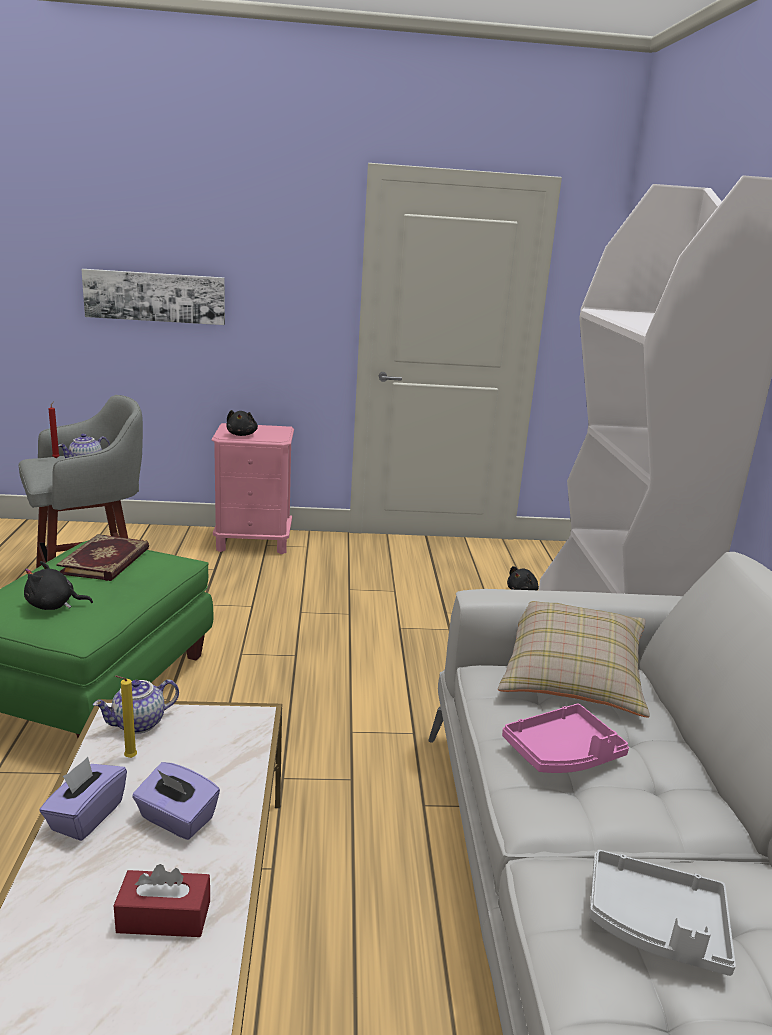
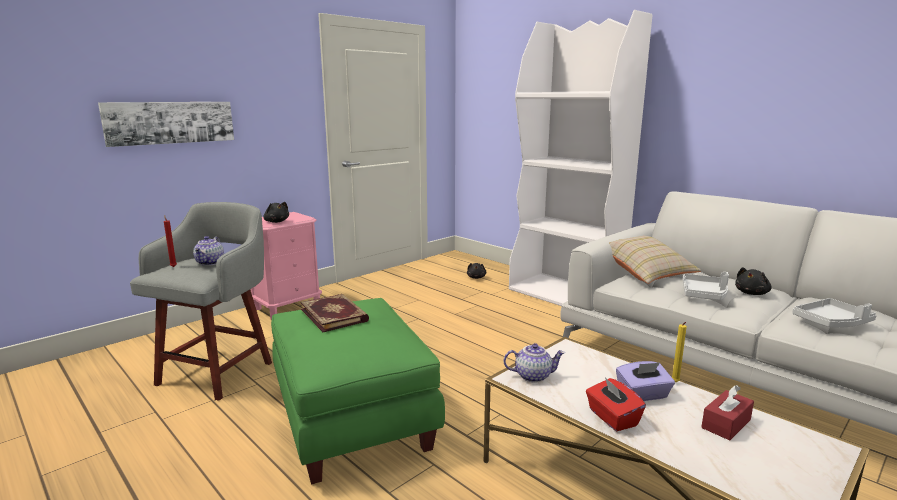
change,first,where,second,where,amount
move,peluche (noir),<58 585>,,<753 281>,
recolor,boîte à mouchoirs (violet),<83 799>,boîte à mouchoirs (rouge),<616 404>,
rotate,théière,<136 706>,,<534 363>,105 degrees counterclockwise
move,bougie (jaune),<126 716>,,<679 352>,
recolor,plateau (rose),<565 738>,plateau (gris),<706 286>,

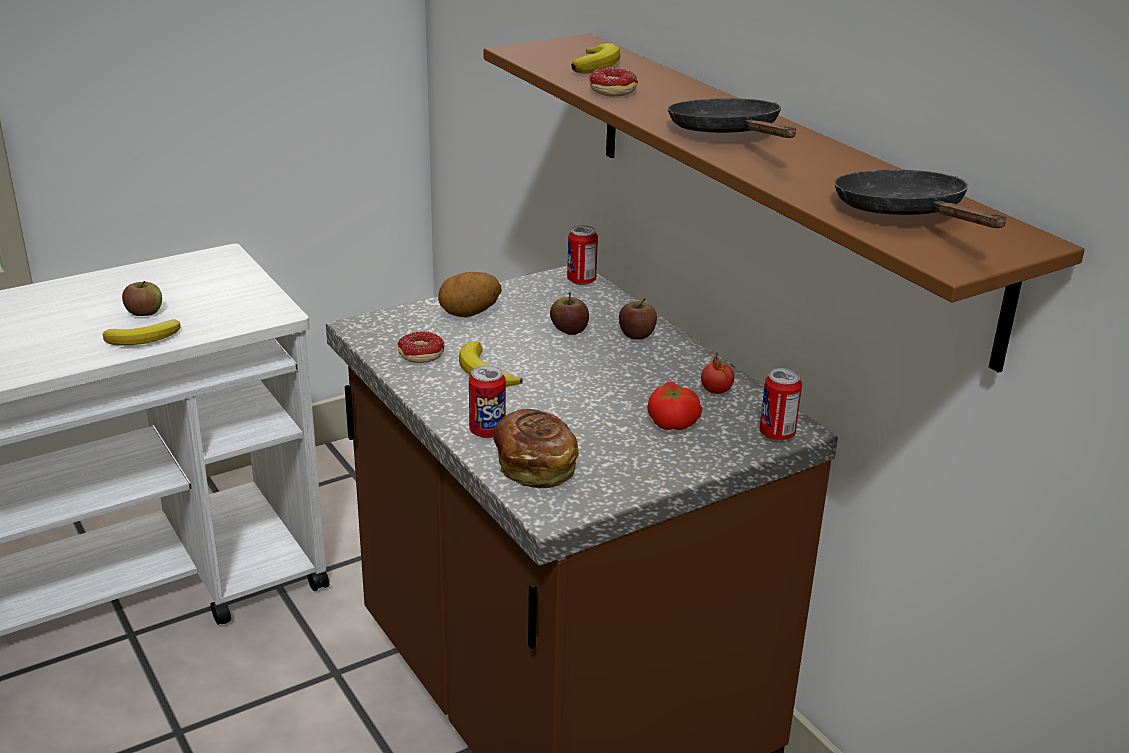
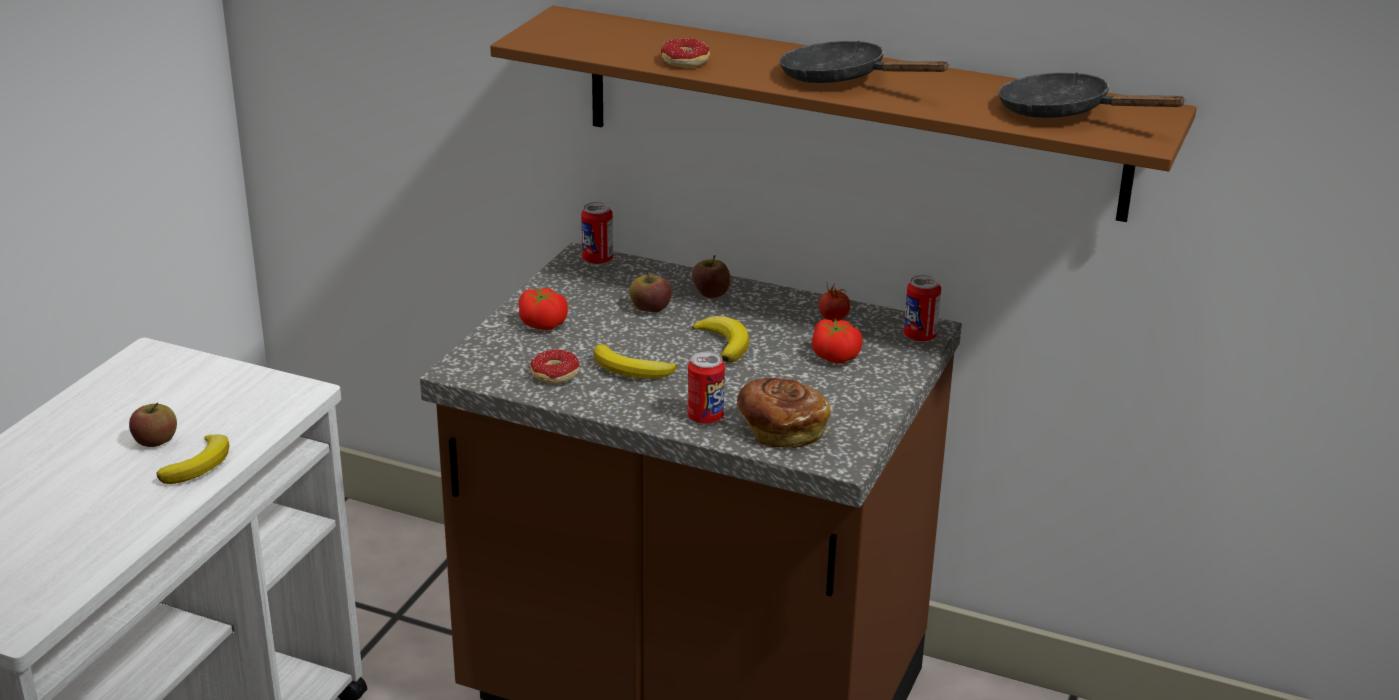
change,first,where,second,where,amount
replace,pomme de terre,<470 294>,tomate,<543 309>,
move,banane,<595 58>,,<720 339>,

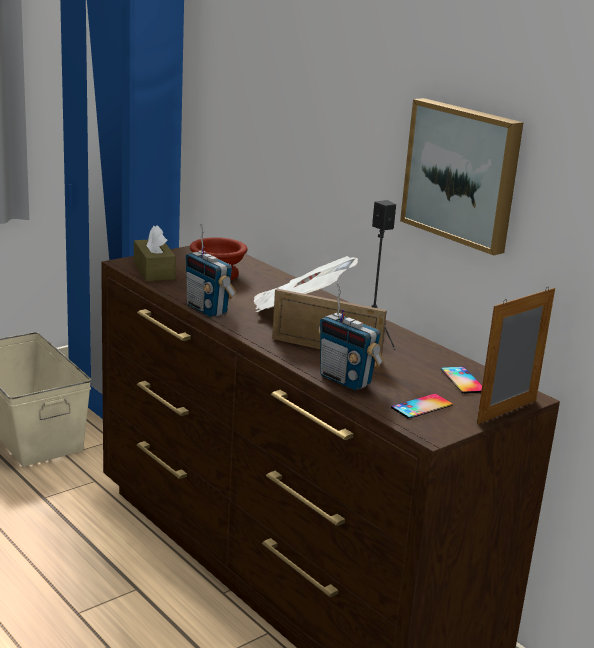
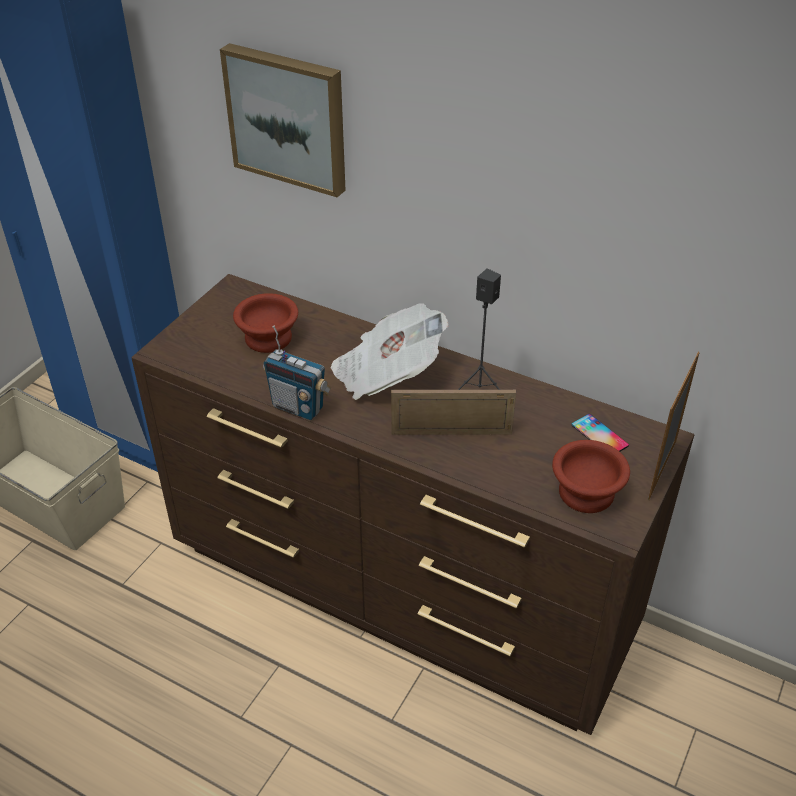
change,first,where,second,where,amount
delete,boîte à mouchoirs (marron),<155 253>,,,
delete,radio,<350 336>,,,
replace,téléphone,<422 406>,bol (marron),<591 476>,
move,tableau,<462 177>,,<283 120>,

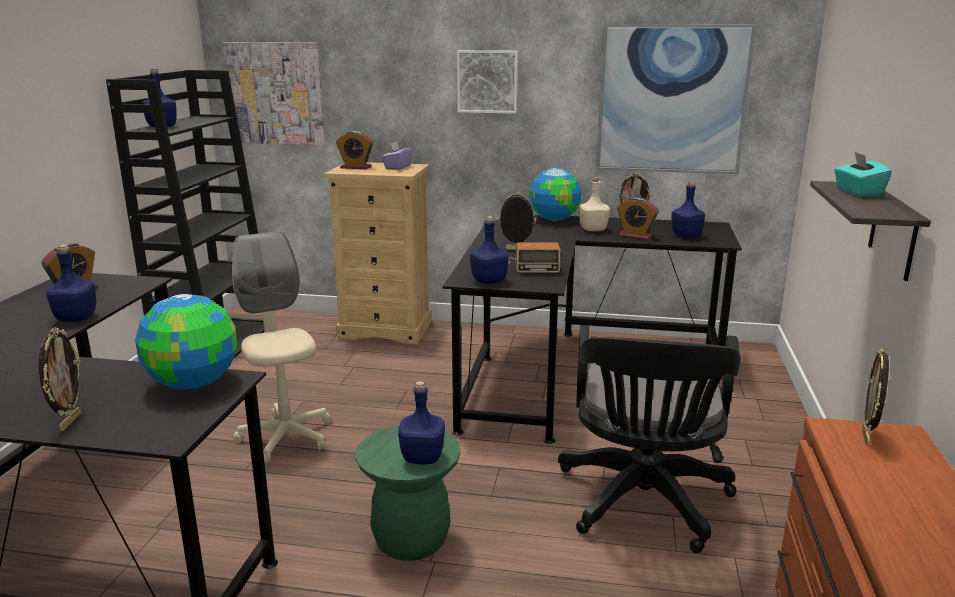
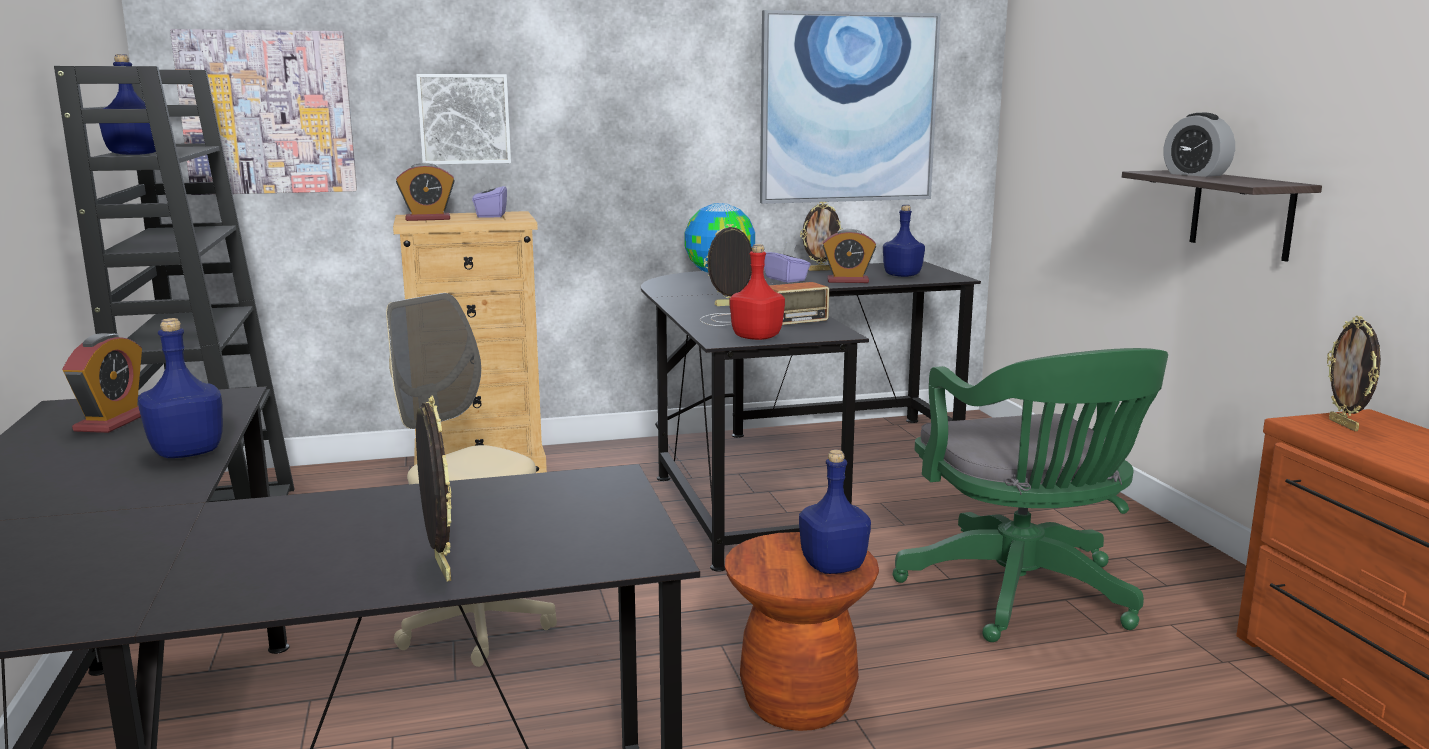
change,first,where,second,where,amount
delete,globe,<186 341>,,,
recolor,tabouret (vert),<407 493>,tabouret (marron),<802 631>,
move,tableau,<487 82>,,<463 119>,
recolor,bouteille (bleu),<489 250>,bouteille (rouge),<757 292>,
recolor,chaise de bureau (noir),<649 439>,chaise de bureau (vert),<1030 495>,
replace,bouteille (beige),<594 204>,boîte à mouchoirs (violet),<787 263>,
replace,boîte à mouchoirs (turquoise),<863 174>,réveil,<1199 145>,

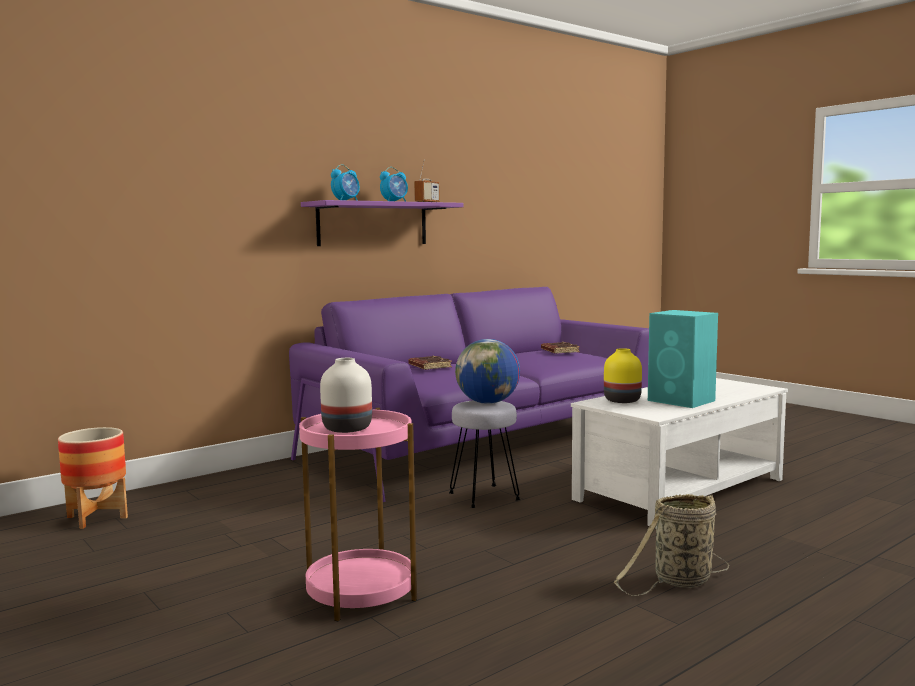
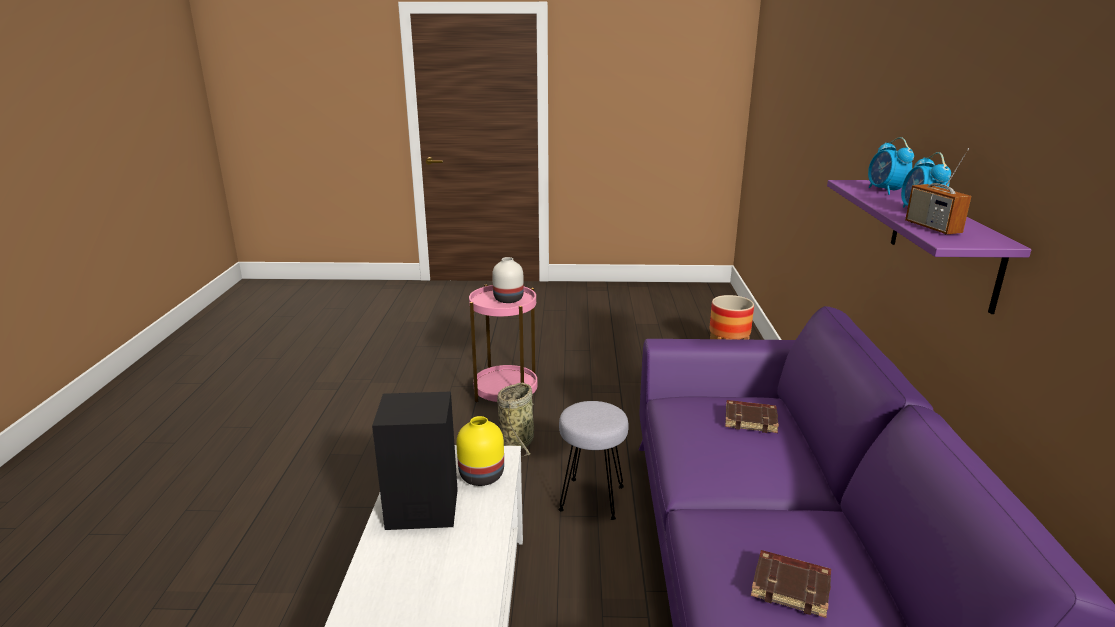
change,first,where,second,where,amount
delete,globe,<487 371>,,,
move,panier,<671 545>,,<515 420>,
recolor,enceinte (turquoise),<683 359>,enceinte (noir),<415 461>,

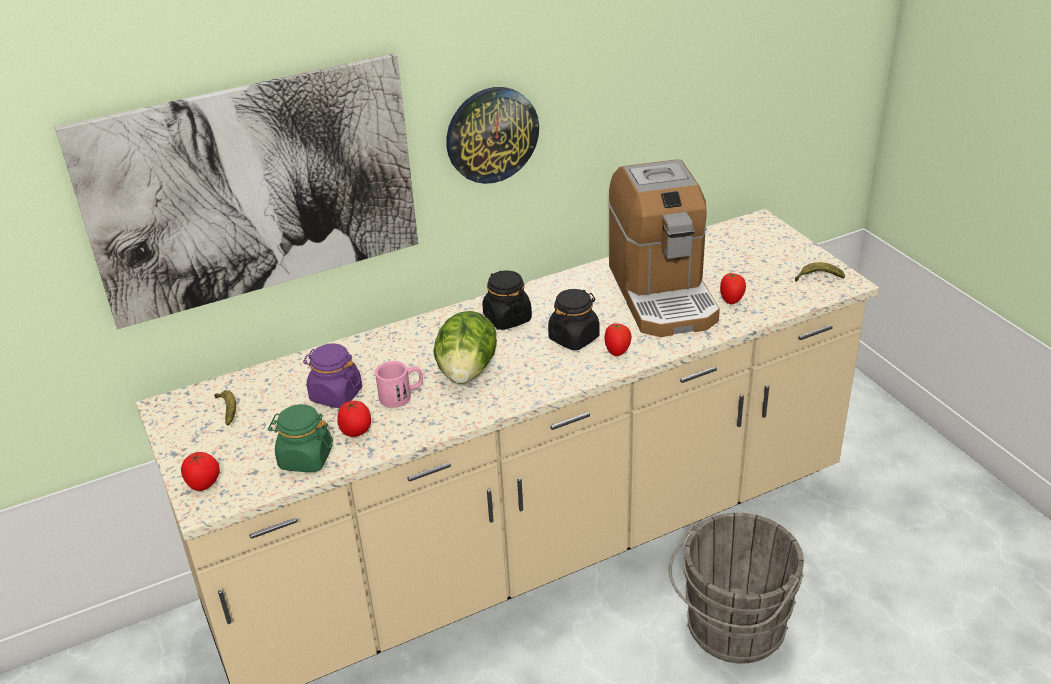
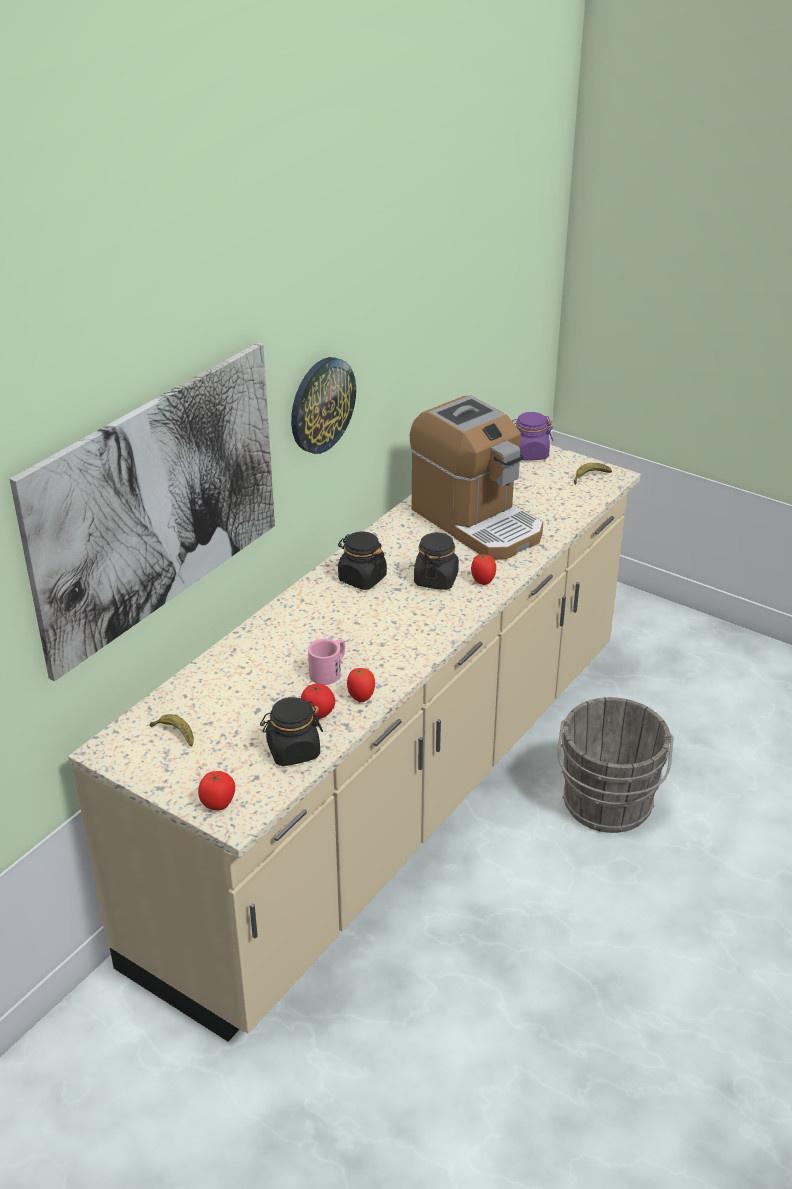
change,first,where,second,where,amount
recolor,bocal (vert),<300 438>,bocal (noir),<291 731>,
move,bocal (violet),<332 376>,,<532 436>,
delete,laitue,<465 347>,,,
move,tomate,<733 288>,,<361 685>,

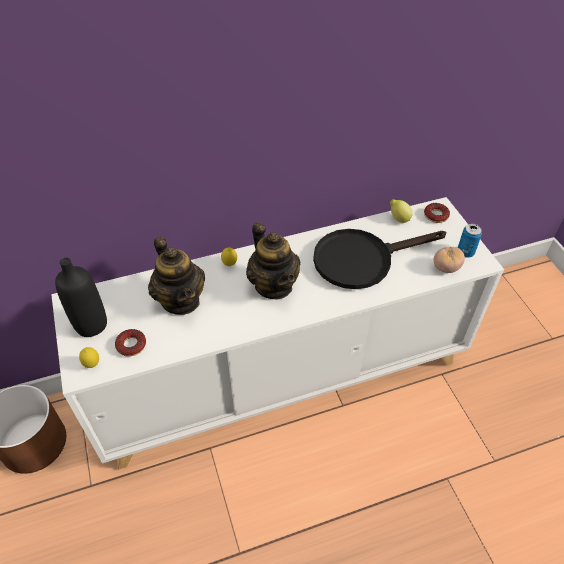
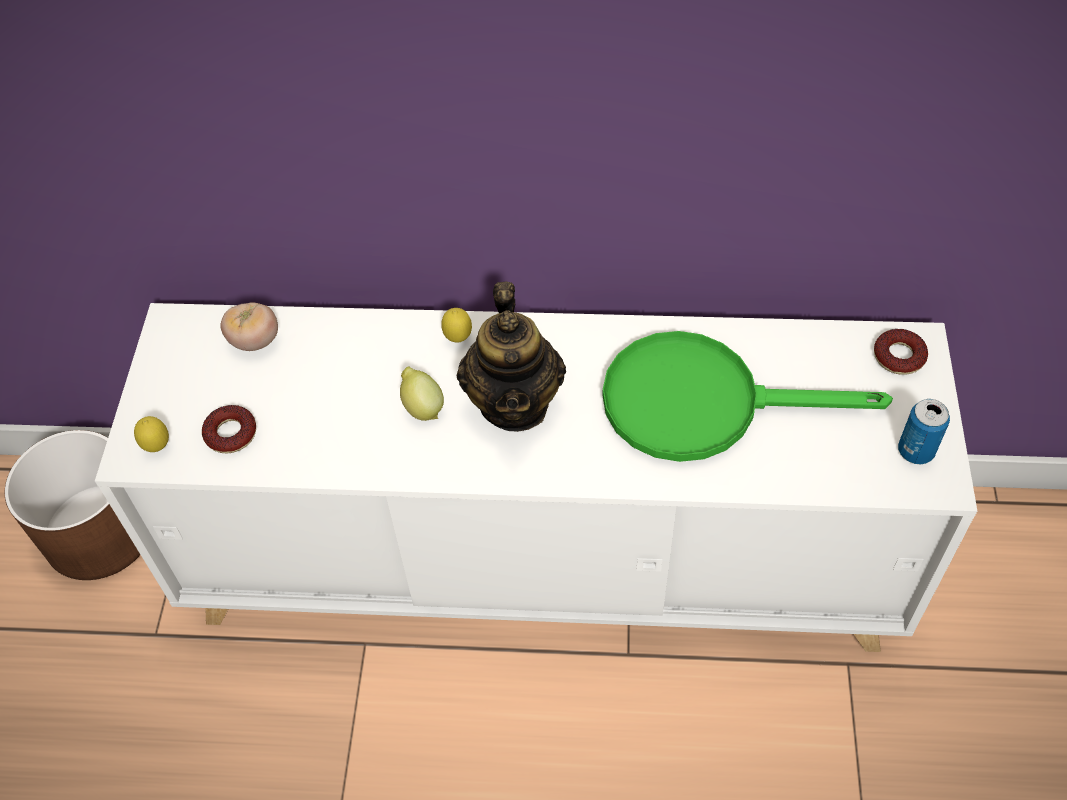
change,first,where,second,where,amount
delete,bouteille (noir),<81 297>,,,
delete,théière,<176 276>,,,
recolor,poêle (noir),<379 259>,poêle (vert),<748 396>,
move,citron,<401 211>,,<422 393>,
move,tomate,<449 260>,,<249 326>,

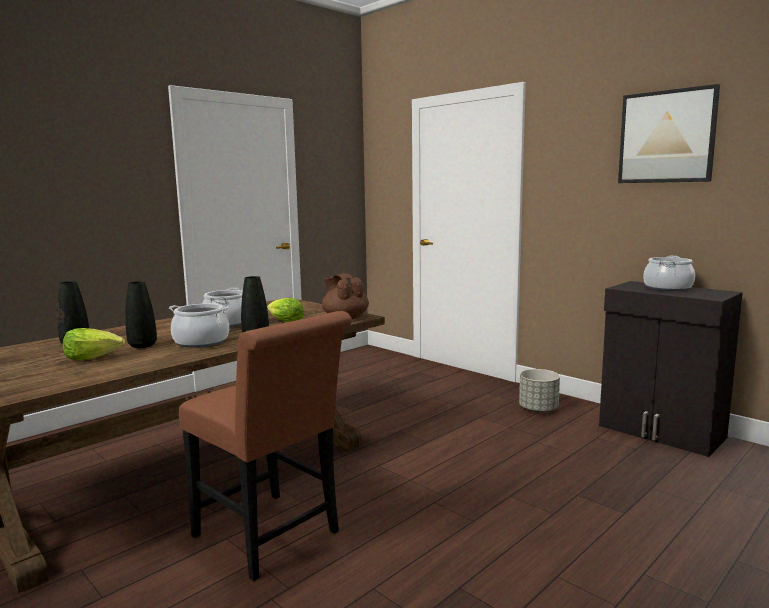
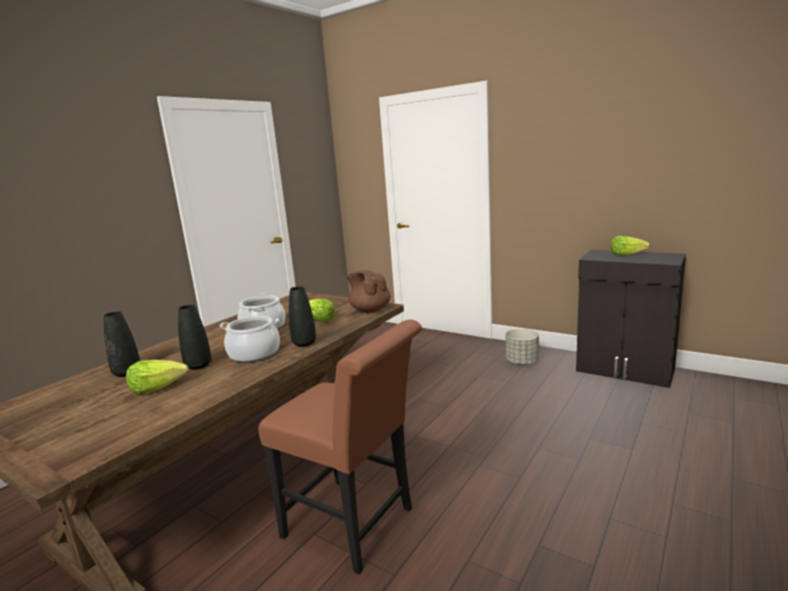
change,first,where,second,where,amount
delete,tableau,<669 133>,,,
replace,marmite,<669 273>,laitue,<630 246>,

